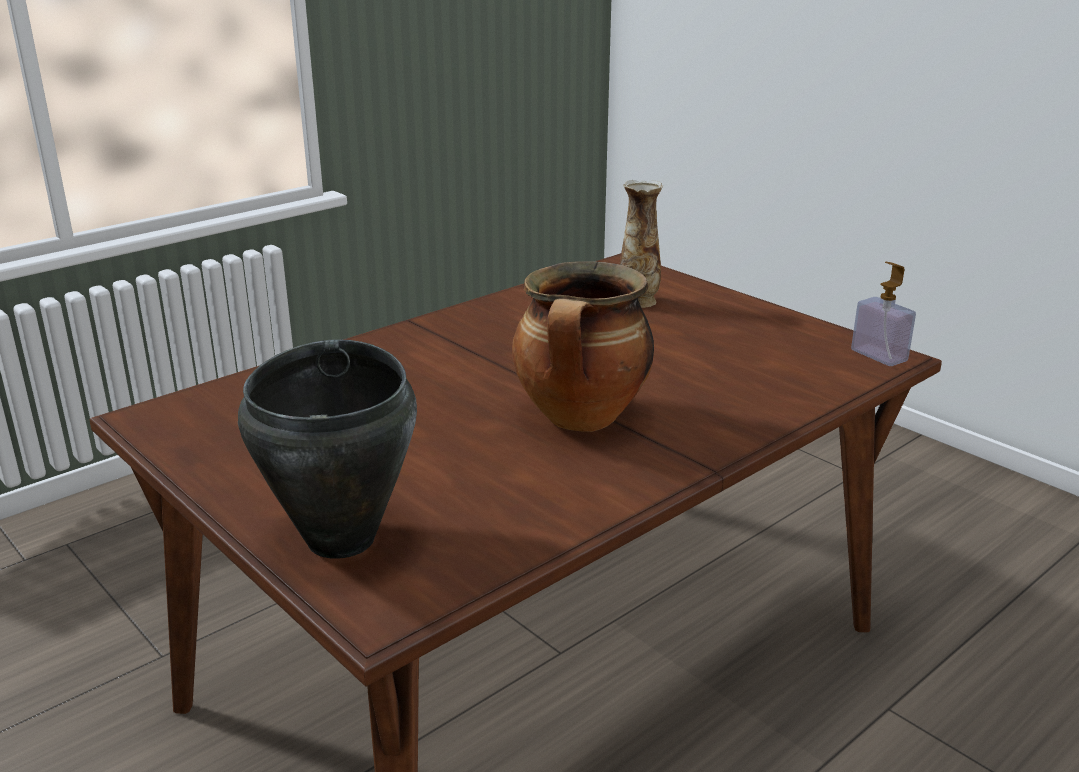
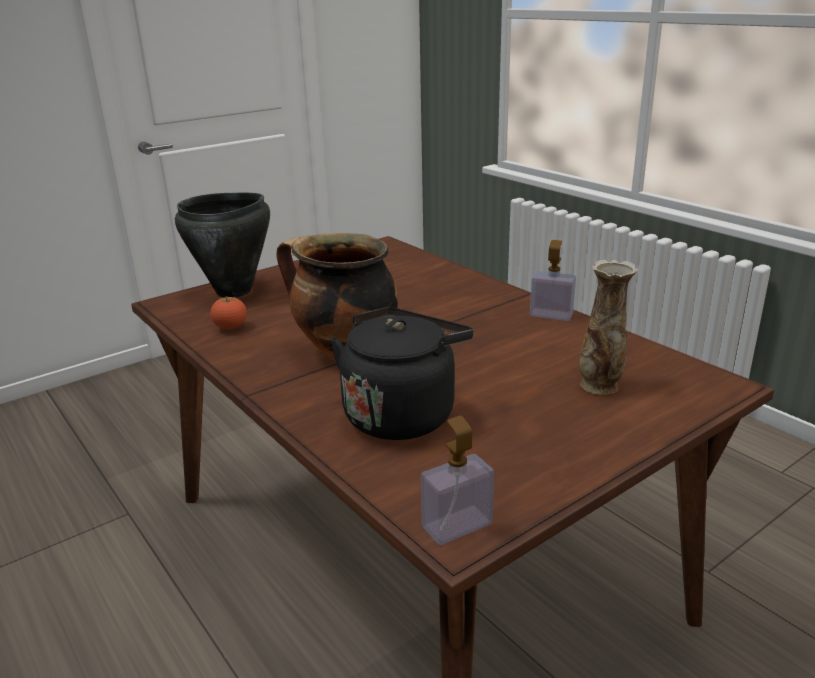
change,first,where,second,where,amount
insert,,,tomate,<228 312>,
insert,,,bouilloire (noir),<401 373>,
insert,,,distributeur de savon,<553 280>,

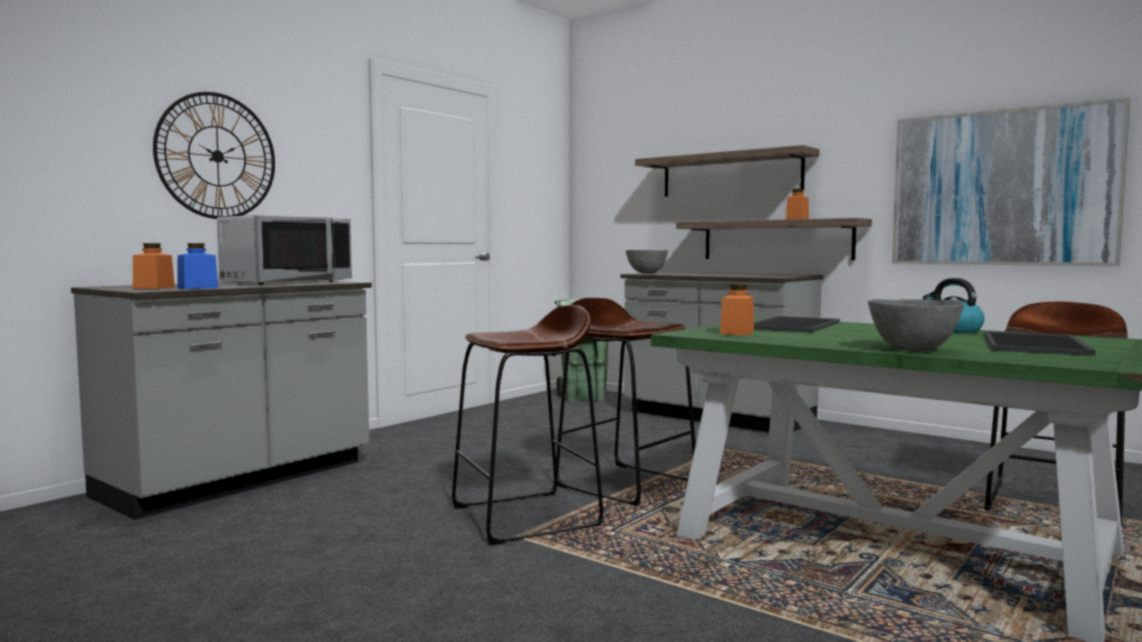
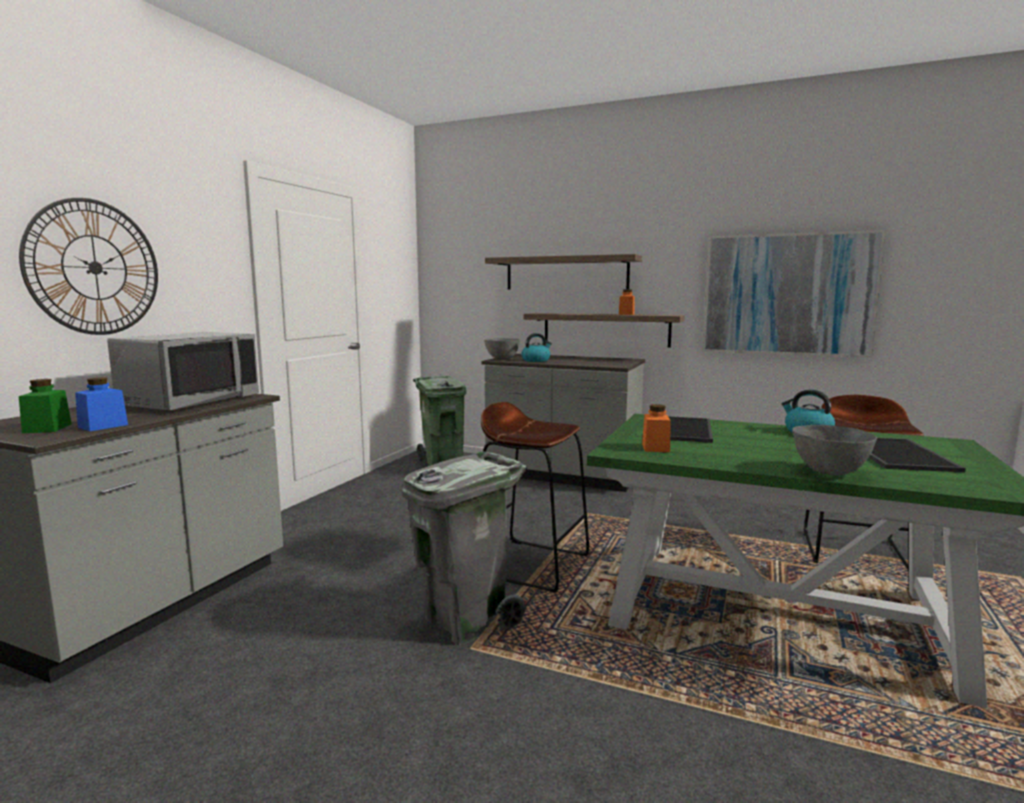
change,first,where,second,where,amount
recolor,bocal (orange),<154 266>,bocal (vert),<45 406>,
replace,tabouret (marron),<527 425>,poubelle (gris),<464 548>,
insert,,,bouilloire,<537 347>,

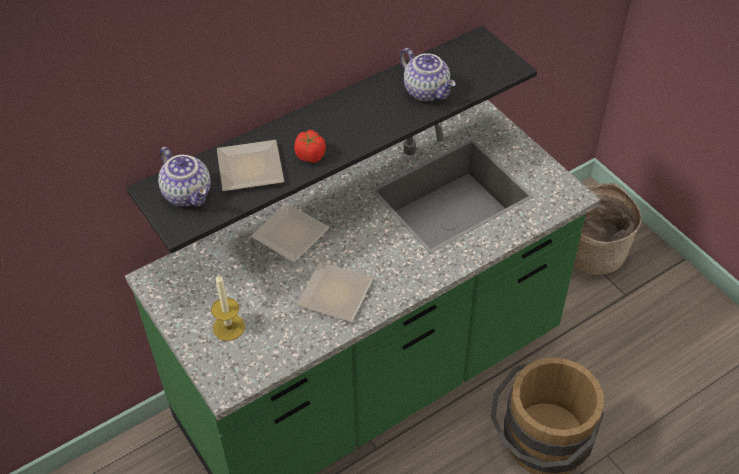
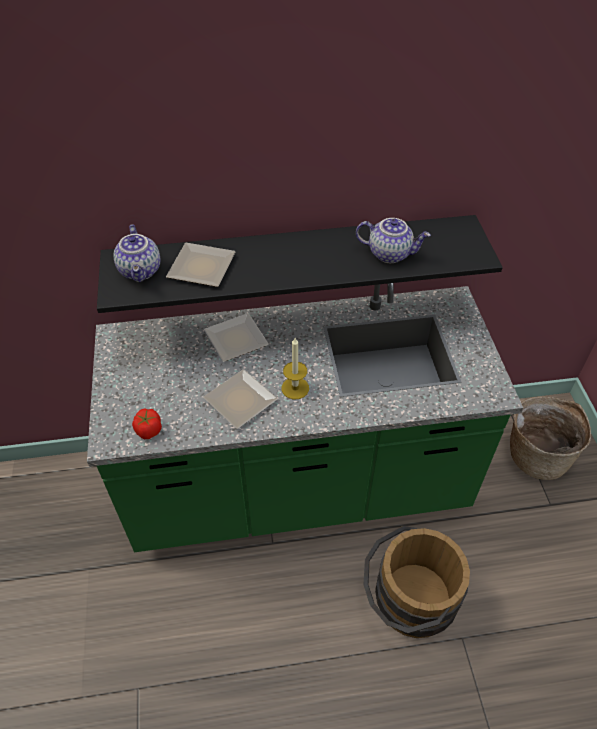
change,first,where,second,where,amount
move,bougie,<228 307>,,<295 368>,
move,tomate,<310 146>,,<147 423>,
rotate,théière,<428 74>,,<393 240>,60 degrees counterclockwise

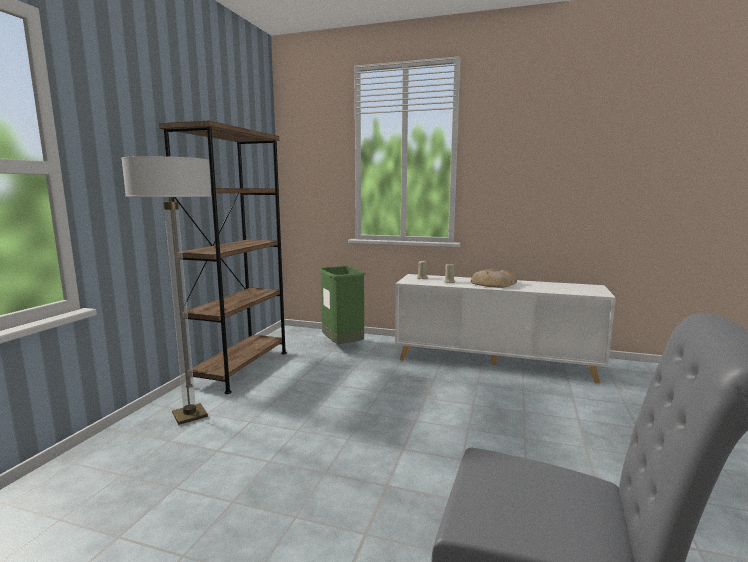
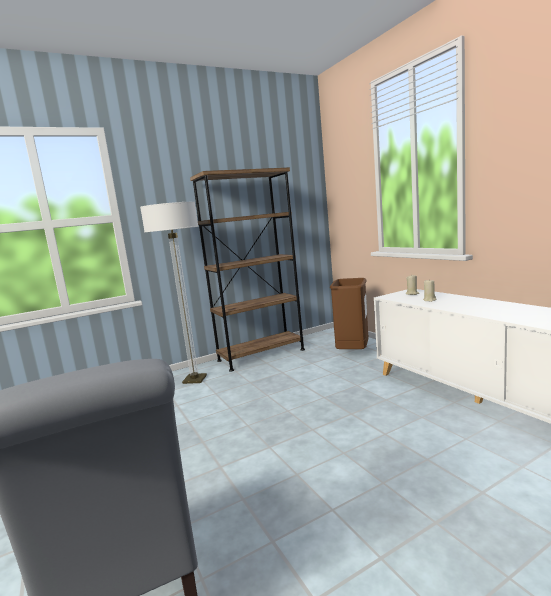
change,first,where,second,where,amount
recolor,poubelle (vert),<342 305>,poubelle (marron),<349 313>,
delete,pain,<494 278>,,,

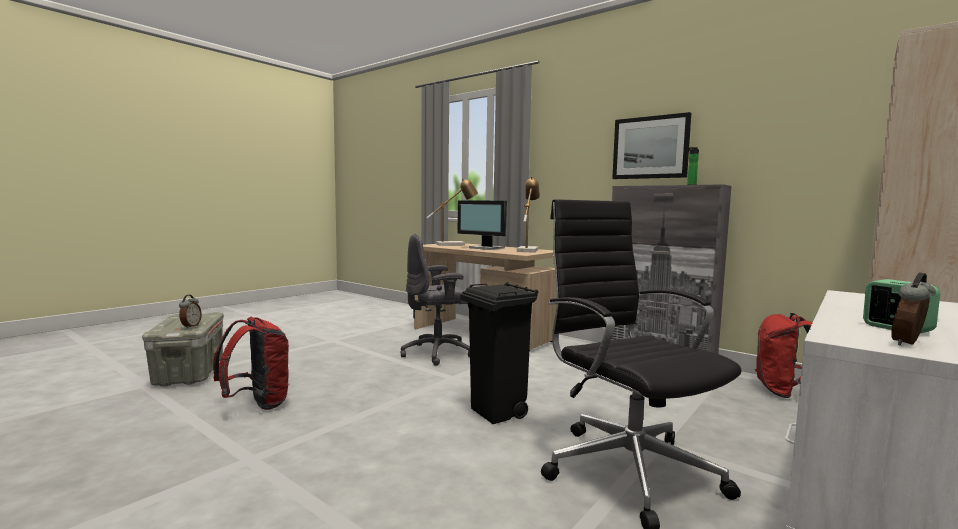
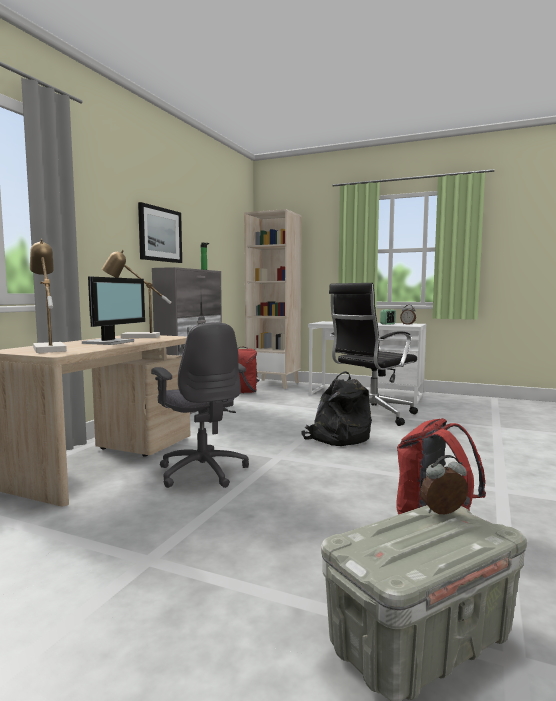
change,first,where,second,where,amount
replace,poubelle (noir),<499 353>,sac à dos (noir),<336 408>,

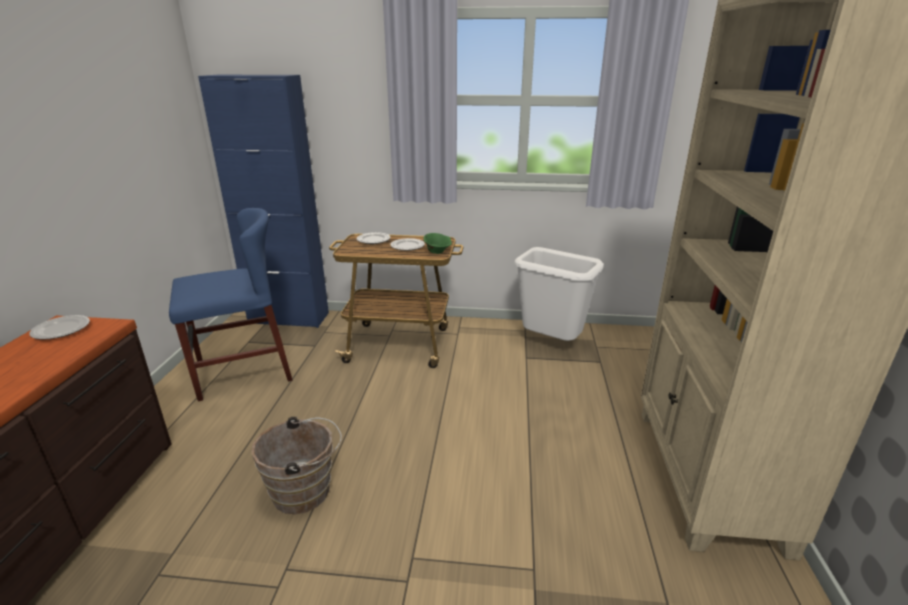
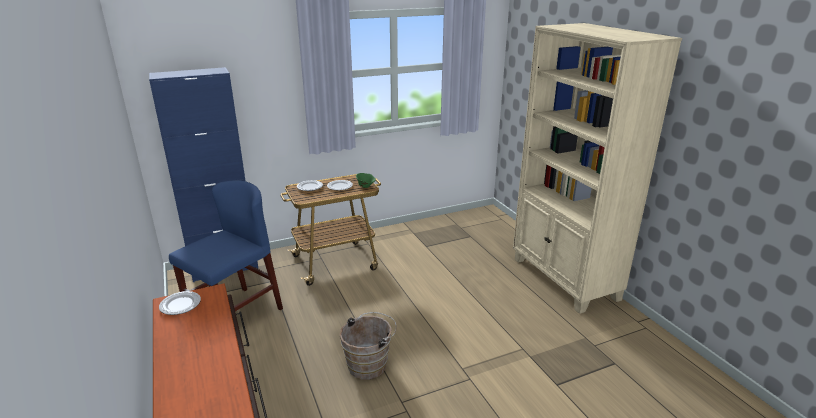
change,first,where,second,where,amount
delete,poubelle (blanc),<559 294>,,,

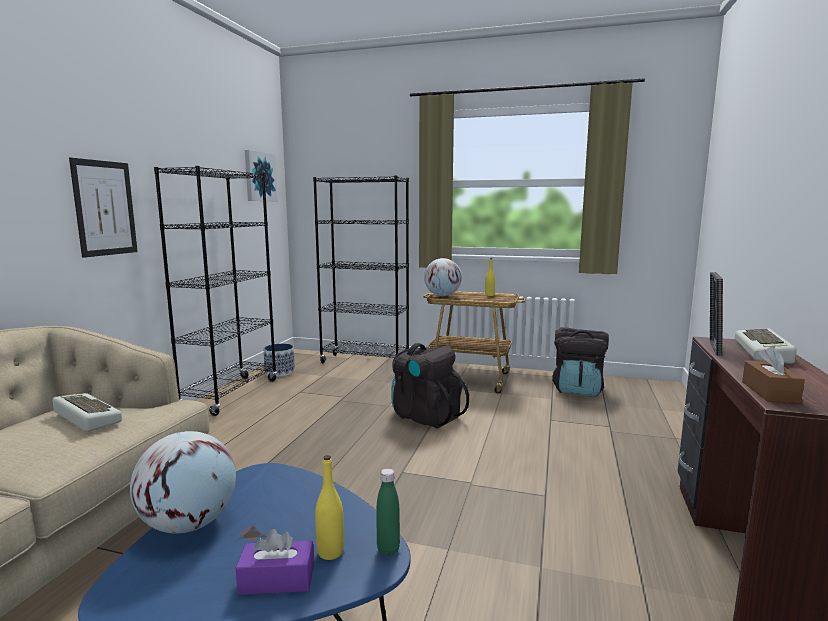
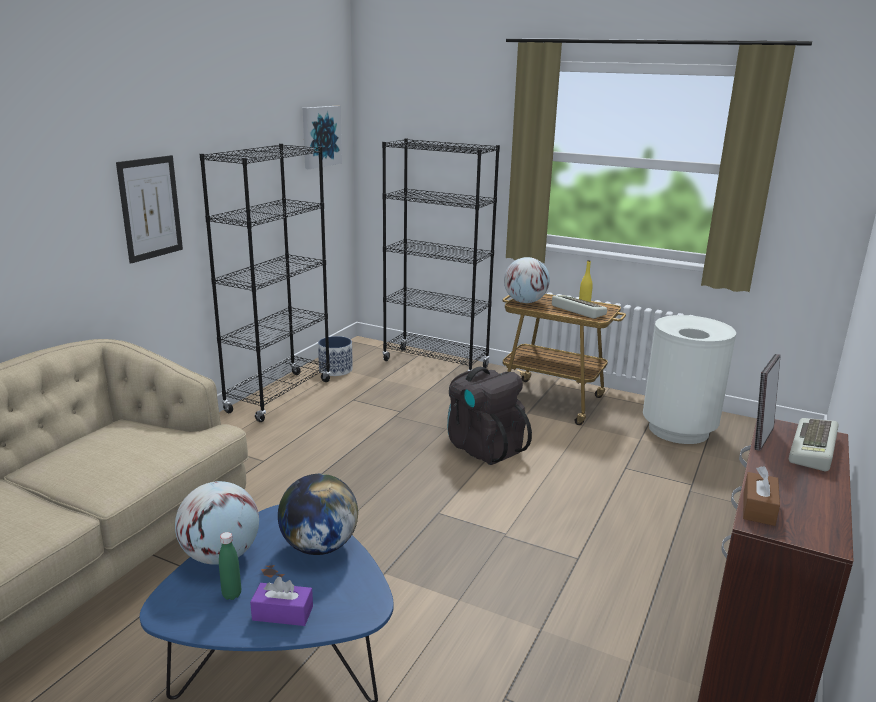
change,first,where,second,where,amount
move,clavier,<87 412>,,<579 307>,
delete,bouteille (jaune),<329 507>,,,
move,bouteille (vert),<388 512>,,<230 566>,
replace,sac à dos (noir),<580 362>,poubelle (blanc),<689 379>,
insert,,,globe,<318 514>,

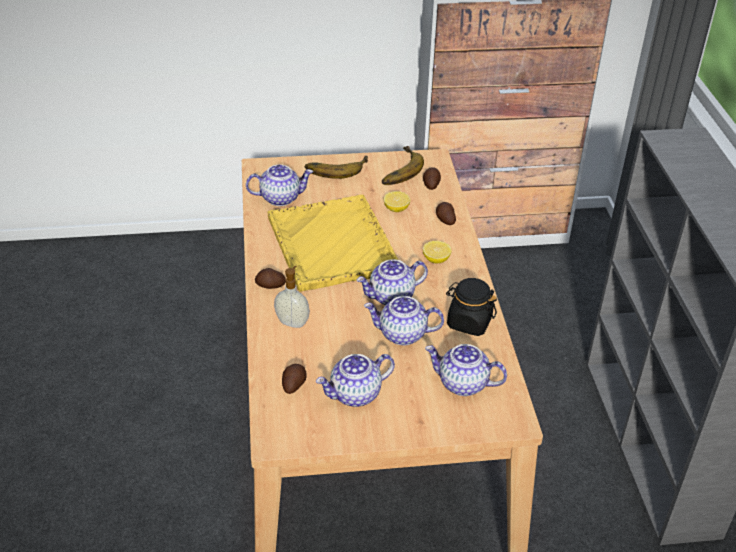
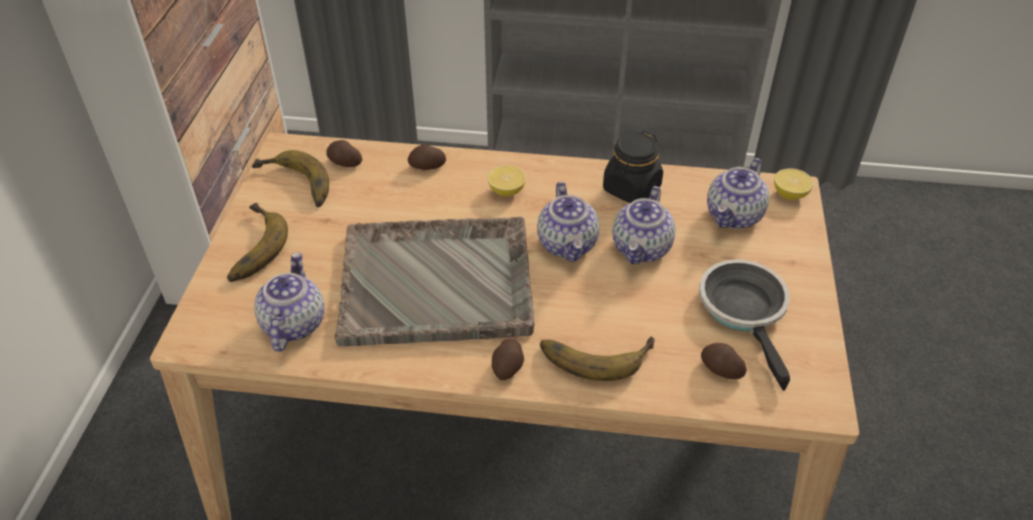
change,first,where,second,where,amount
recolor,plateau (jaune),<333 243>,plateau (gris),<435 282>,
replace,distributeur de savon,<292 297>,banane,<597 358>,
replace,théière,<355 380>,poêle,<744 325>,
move,citron,<397 201>,,<793 184>,

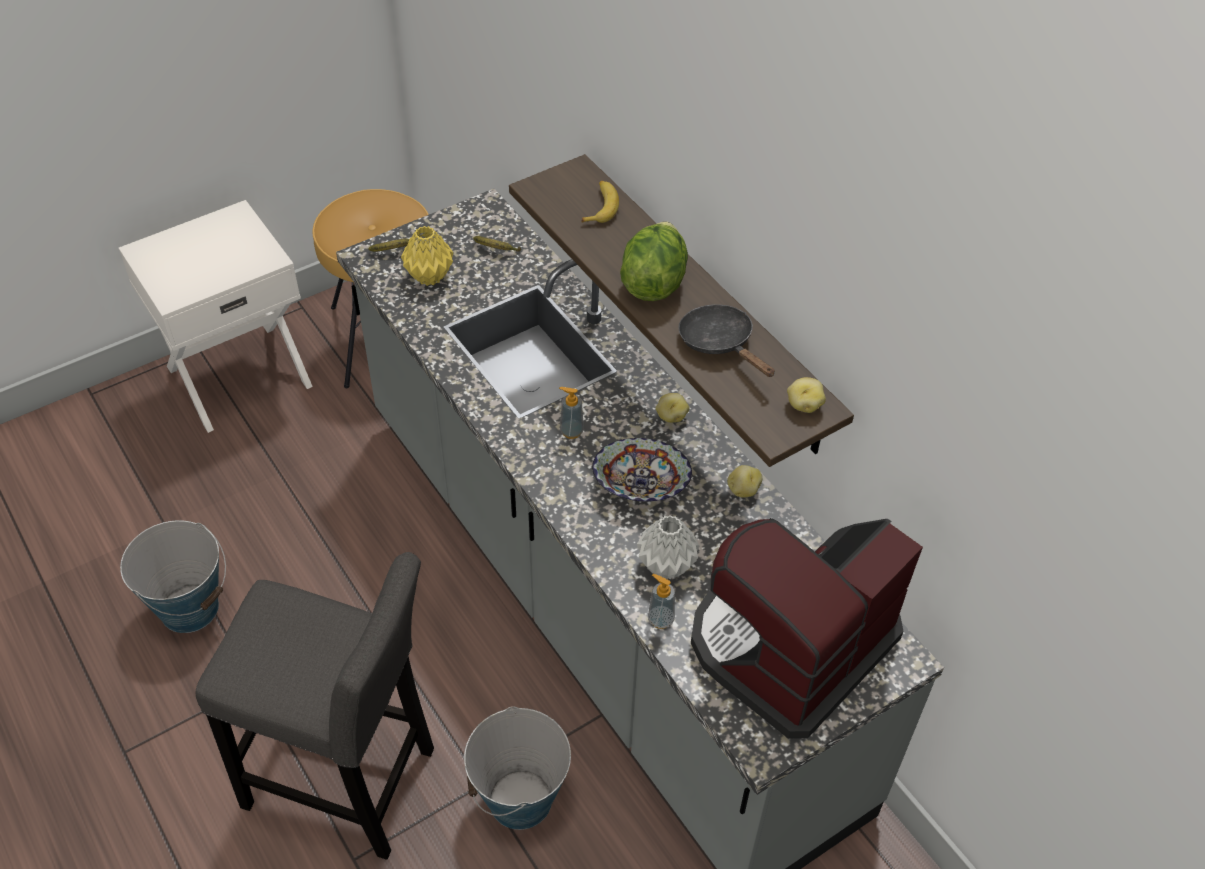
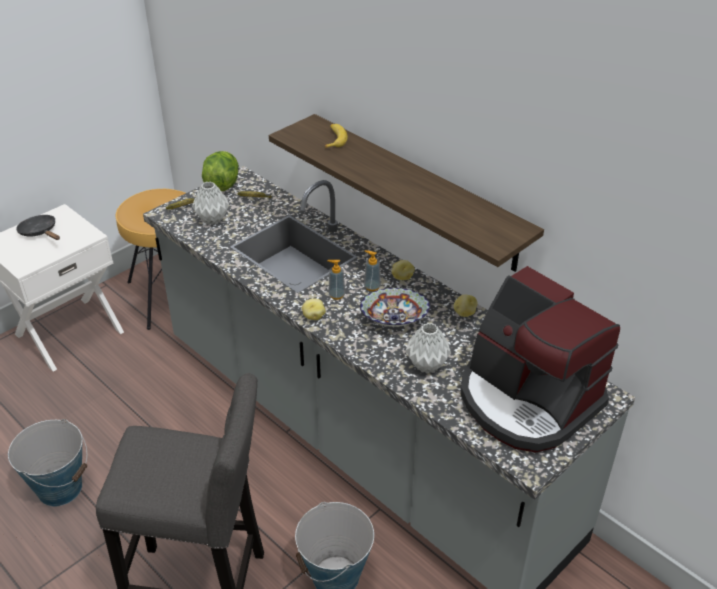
change,first,where,second,where,amount
recolor,vase (jaune),<427 256>,vase (gris),<210 203>,
move,laitue,<654 261>,,<220 171>,
move,distributeur de savon,<661 601>,,<372 270>,
move,poêle (noir),<726 340>,,<38 227>,
rotate,machine à café,<807 628>,,<540 359>,75 degrees counterclockwise
move,pomme de terre,<806 395>,,<313 309>,

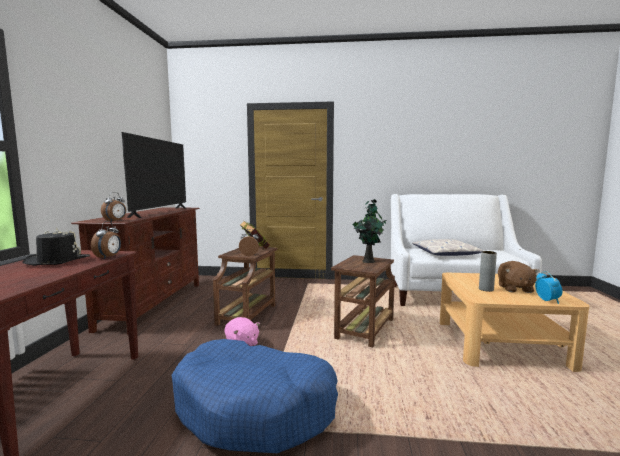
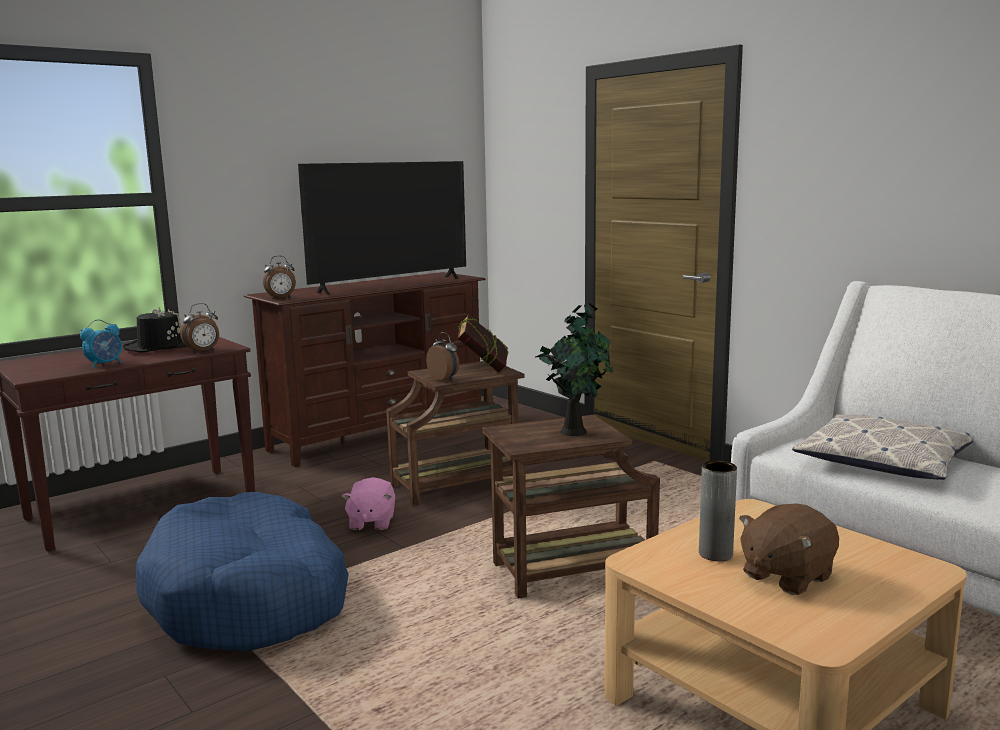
change,first,where,second,where,amount
move,réveil,<548 287>,,<101 344>,

